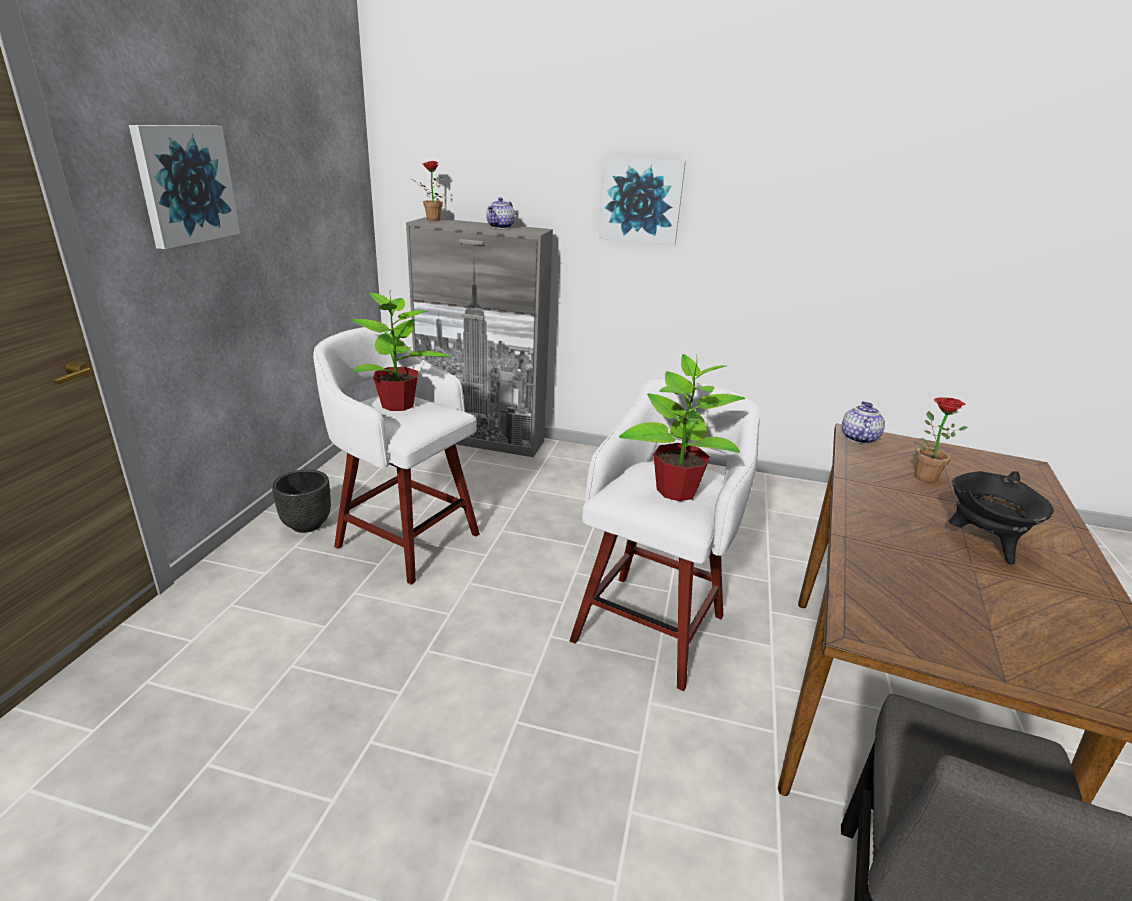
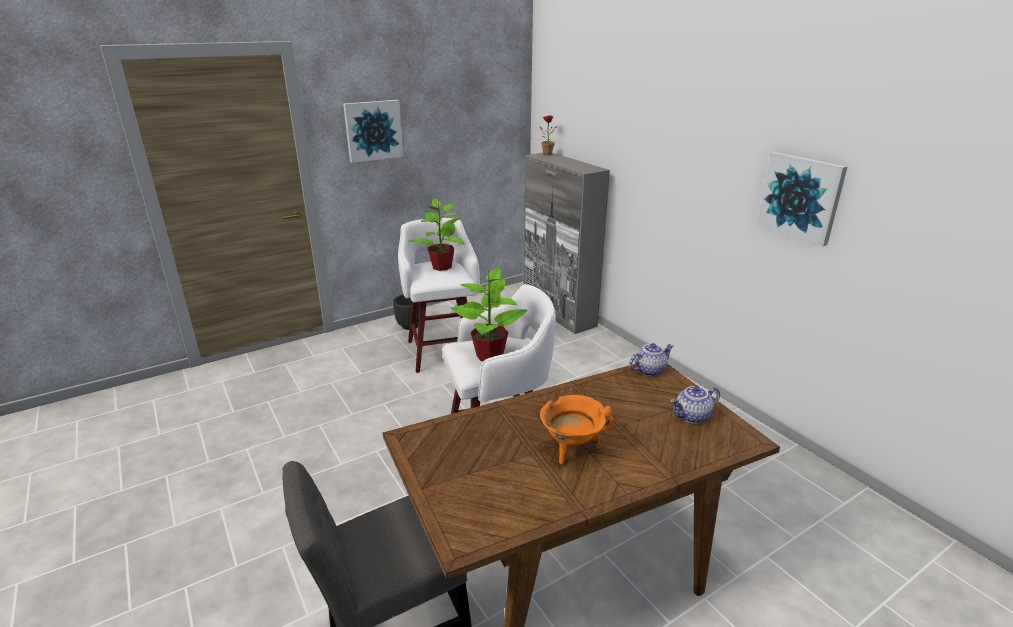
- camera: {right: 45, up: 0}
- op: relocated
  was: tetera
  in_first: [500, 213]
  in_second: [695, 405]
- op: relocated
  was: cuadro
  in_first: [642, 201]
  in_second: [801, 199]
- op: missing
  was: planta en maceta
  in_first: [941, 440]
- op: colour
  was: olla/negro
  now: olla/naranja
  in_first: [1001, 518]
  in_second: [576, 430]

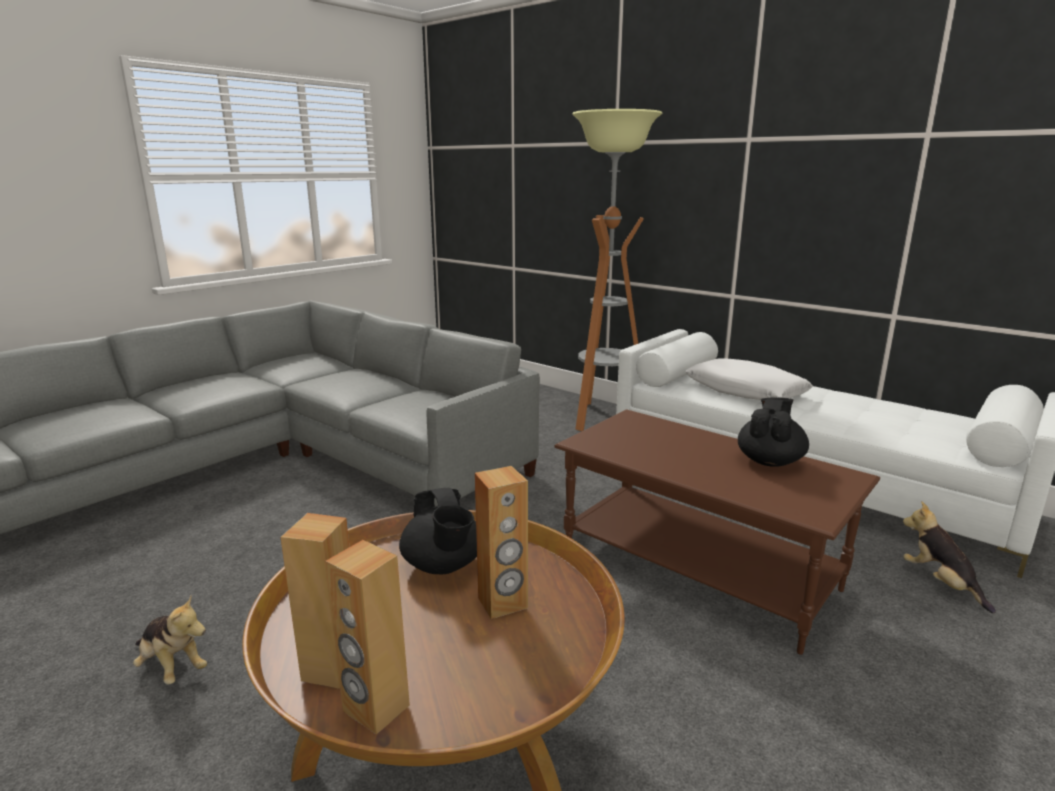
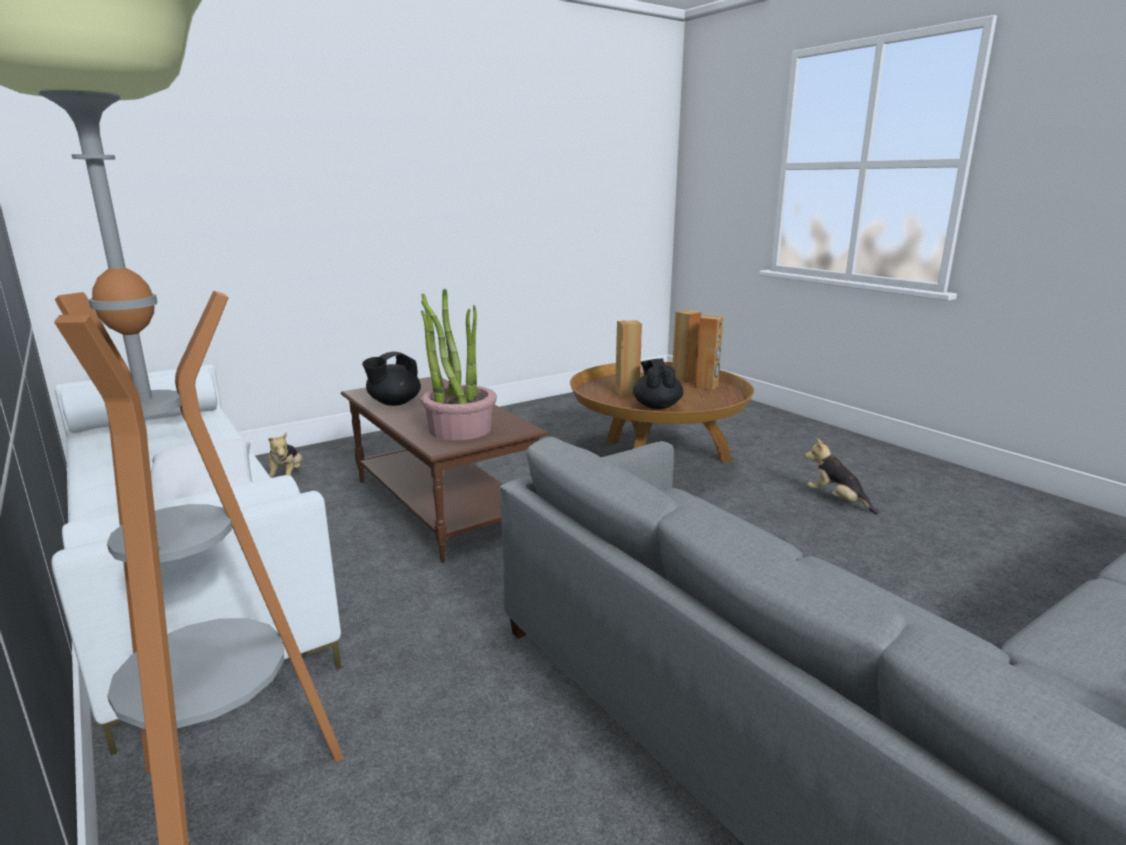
- camera: {right: -165, up: 0}
- op: appeared
  now: planta en maceta
  in_second: [459, 364]

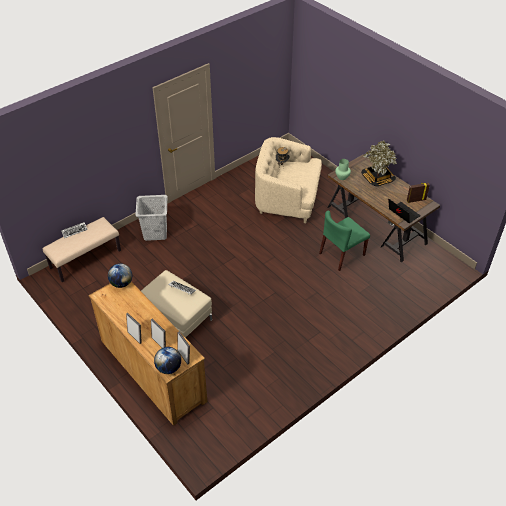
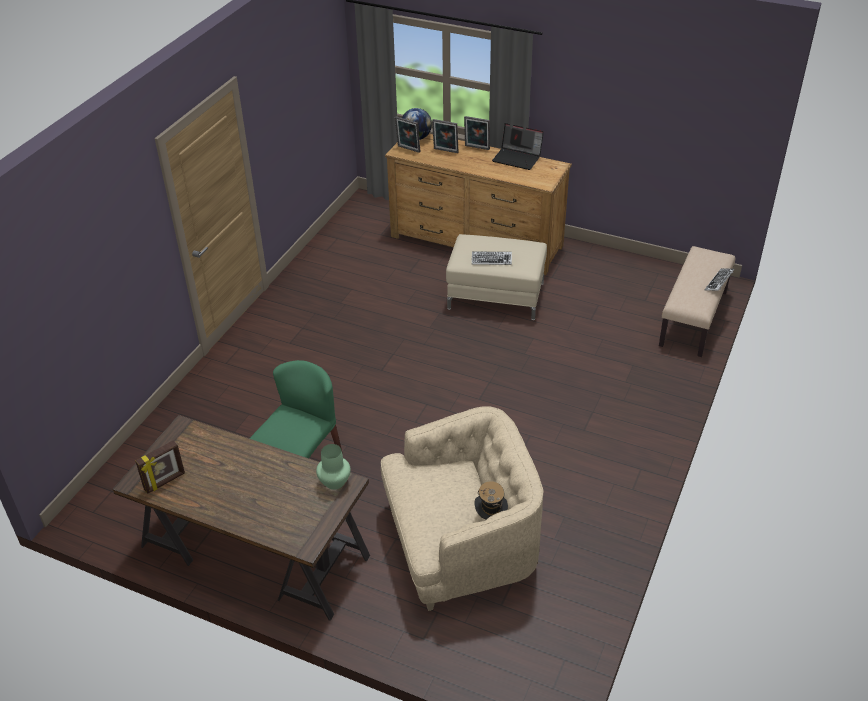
- camera: {right: 155, up: -5}
- op: missing
  was: globo terráqueo
  in_first: [120, 275]
- op: missing
  was: cesto de la ropa/gris
  in_first: [151, 218]
- op: missing
  was: planta en maceta
  in_first: [379, 163]
- op: relocated
  was: portátil
  in_first: [404, 210]
  in_second: [518, 146]

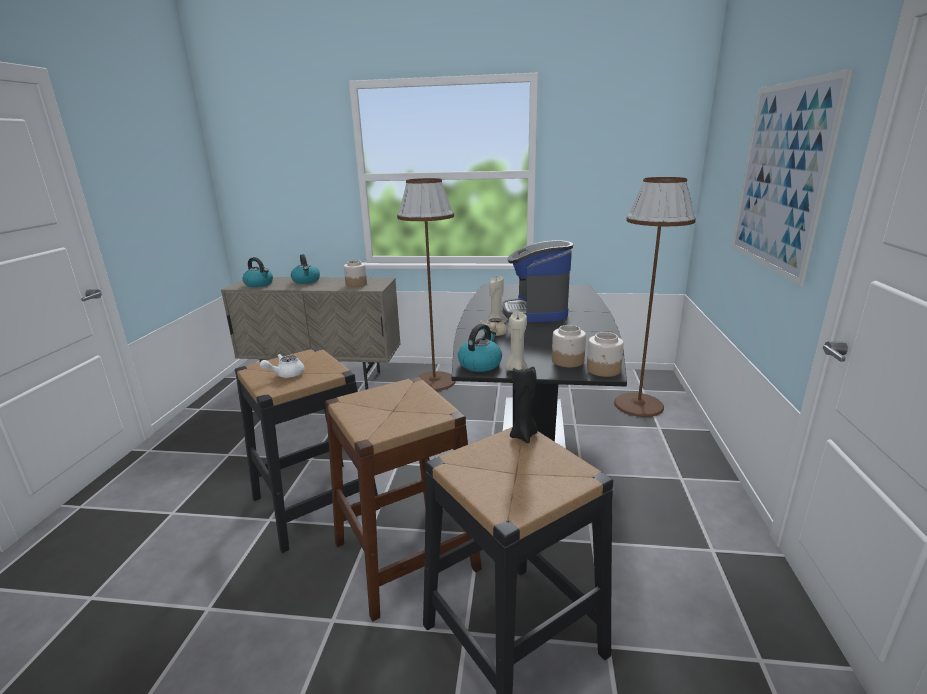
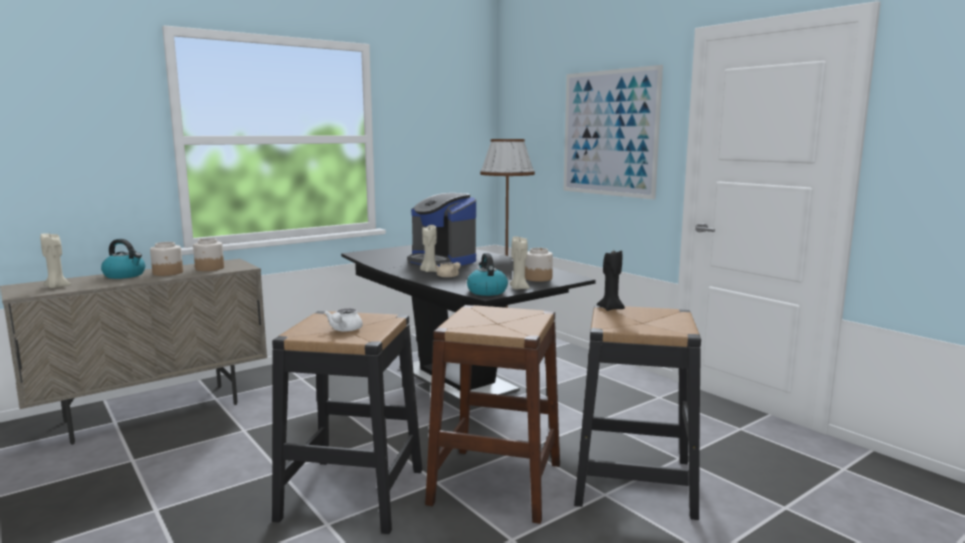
- camera: {right: -45, up: -10}
- op: exchanged
  was: hervidor
  now: vela/beis
  in_first: [258, 272]
  in_second: [55, 260]
- op: missing
  was: lámpara de pie/marrón
  in_first: [426, 284]
- op: relocated
  was: tarro
  in_first: [605, 354]
  in_second: [166, 259]

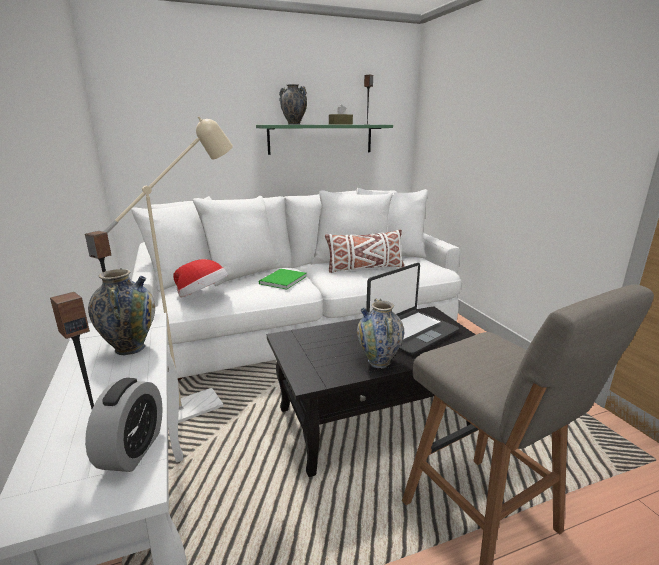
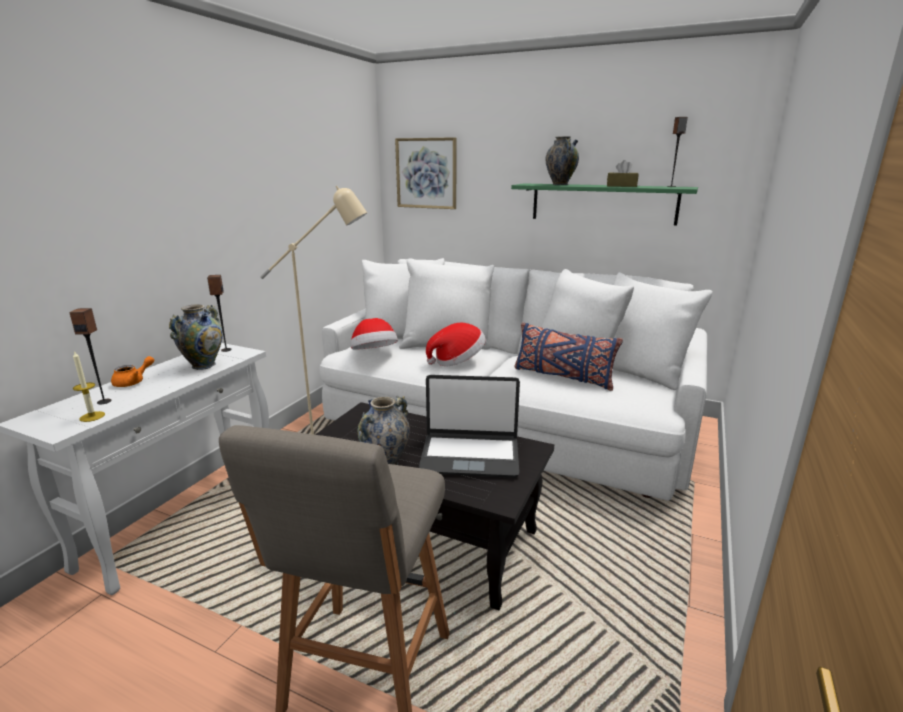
- camera: {right: 45, up: 0}
- op: exchanged
  was: despertador
  now: vela
  in_first: [124, 425]
  in_second: [89, 386]
- op: exchanged
  was: libro/verde
  now: sombrero
  in_first: [283, 279]
  in_second: [456, 344]
- op: colour
  was: cojín/blanco
  now: cojín/azul
  in_first: [364, 251]
  in_second: [568, 357]
- op: appeared
  now: tetera/naranja
  in_second: [132, 371]
- op: appeared
  now: cuadro
  in_second: [426, 173]

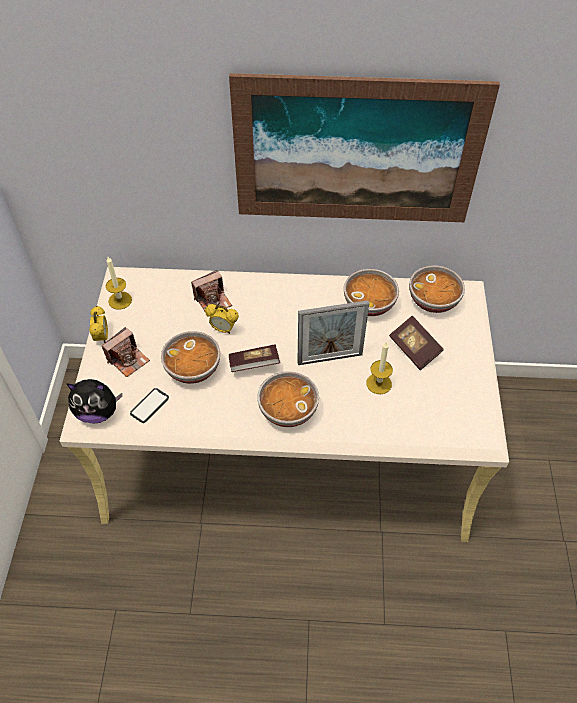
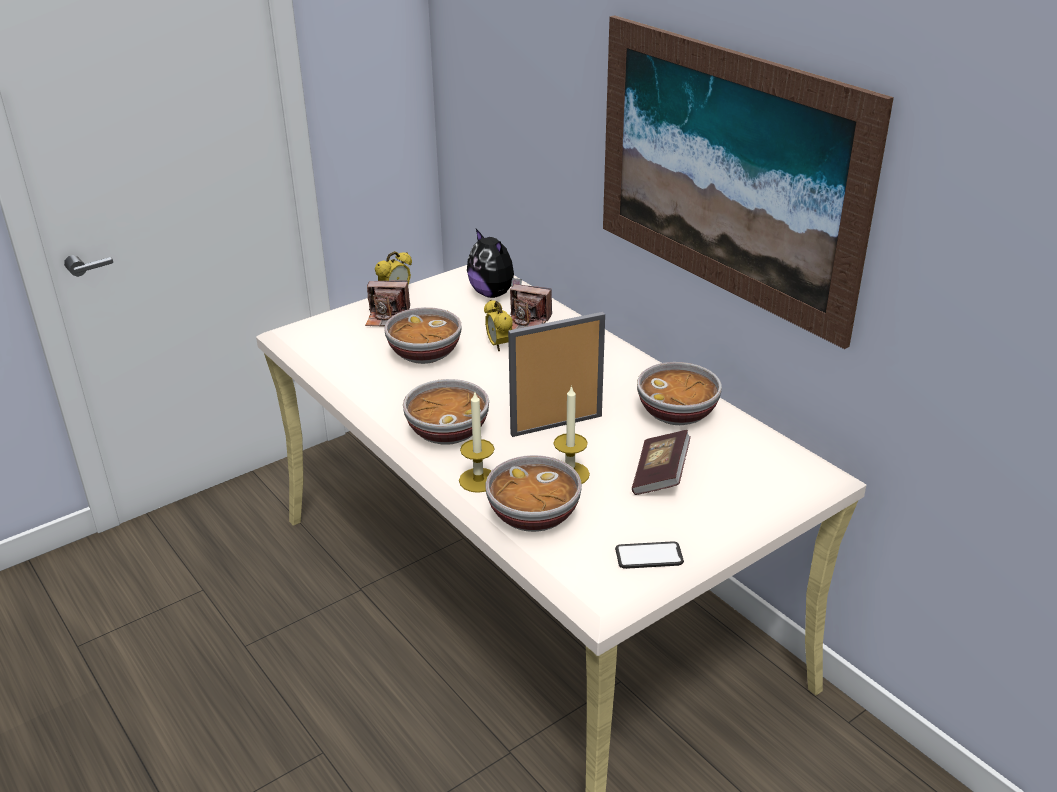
- camera: {right: 50, up: -20}
- op: relocated
  was: peluche
  in_first: [94, 401]
  in_second: [494, 263]
- op: relocated
  was: vela
  in_first: [119, 283]
  in_second: [476, 443]
- op: relocated
  was: móvil
  in_first: [149, 405]
  in_second: [649, 555]
- op: missing
  was: libro
  in_first: [254, 358]
- op: spun
  was: portarretratos
  in_first: [333, 332]
  in_second: [556, 374]
  clockwise: 120
- op: relocated
  was: cuenco
  in_first: [437, 289]
  in_second: [534, 493]

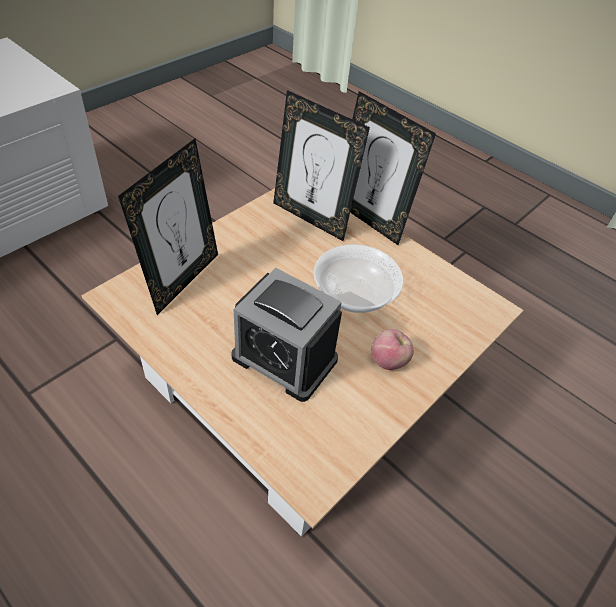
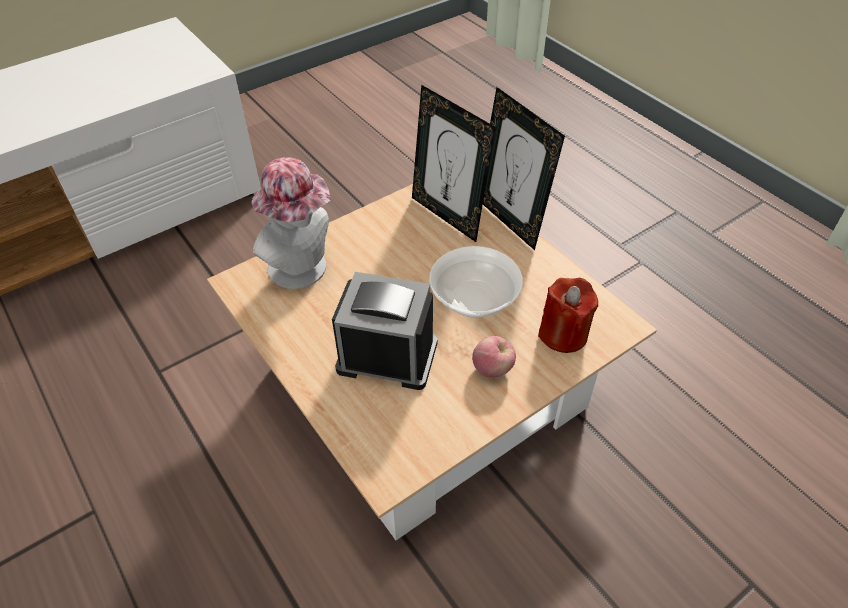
- camera: {right: 15, up: 0}
- op: exchanged
  was: portarretratos
  now: sombrero
  in_first: [168, 227]
  in_second: [291, 223]
- op: spun
  was: despertador
  in_first: [287, 335]
  in_second: [384, 331]
  clockwise: 150
- op: appeared
  now: vela/rojo
  in_second: [568, 315]

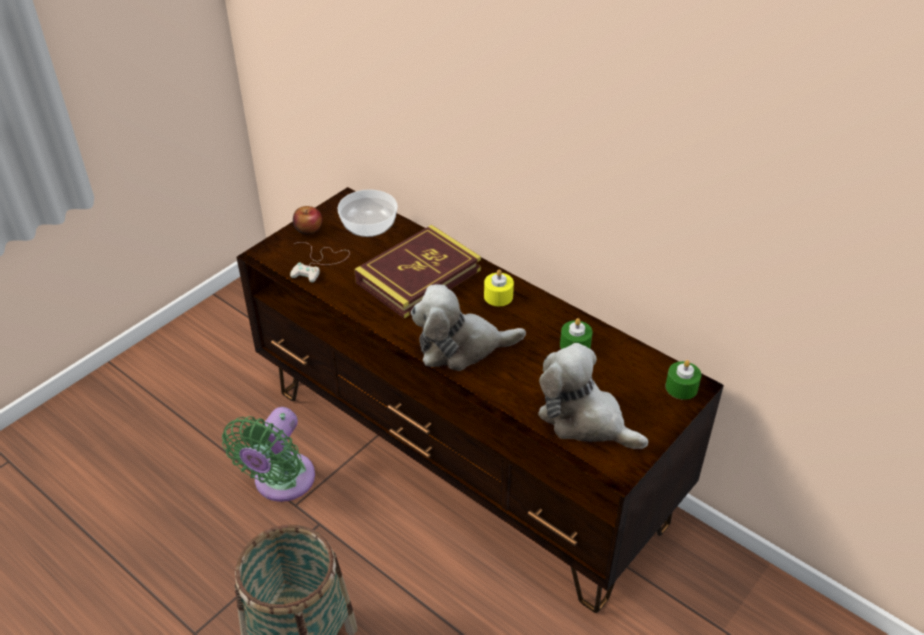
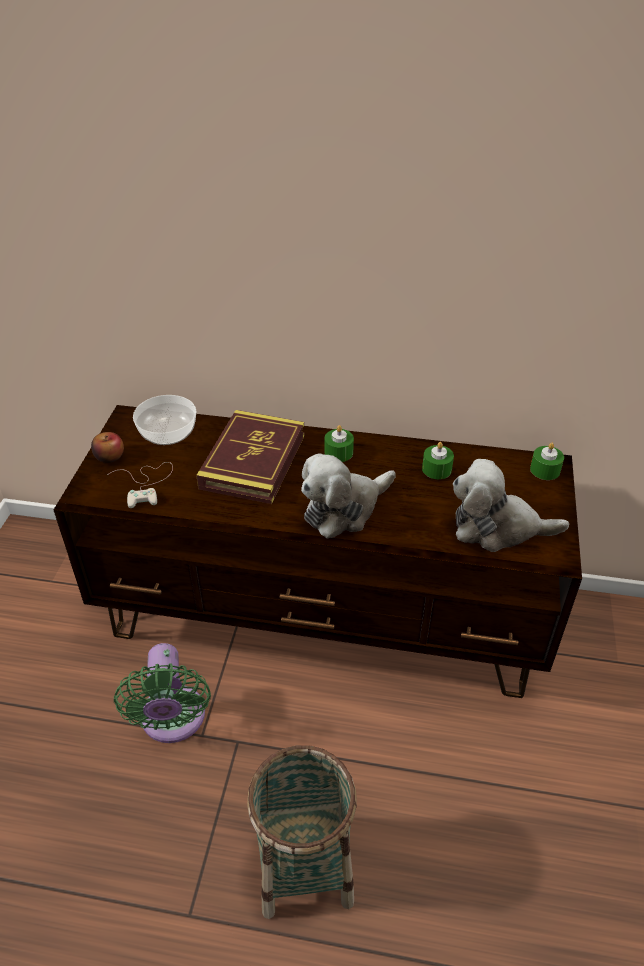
- camera: {right: -30, up: 0}
- op: colour
  was: vela/amarillo
  now: vela/verde
  in_first: [499, 287]
  in_second: [339, 443]

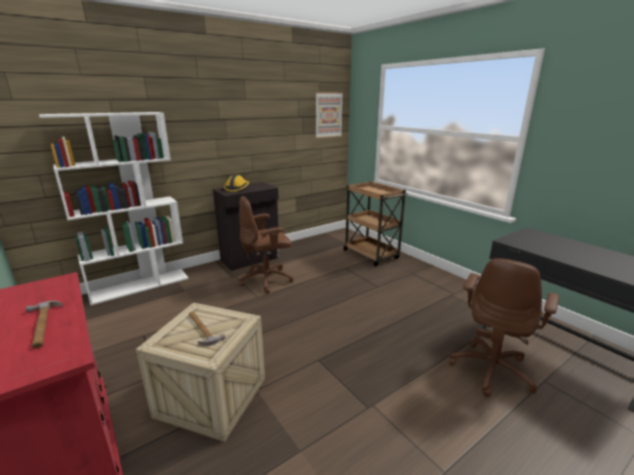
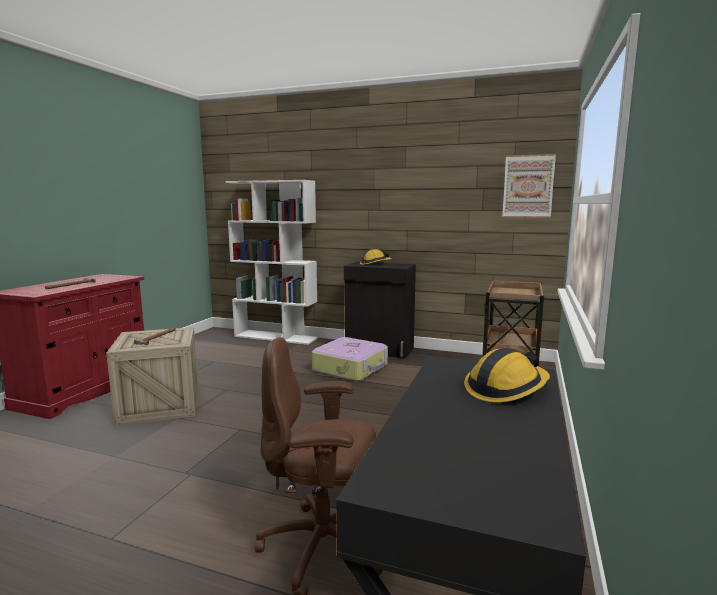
- camera: {right: 55, up: -10}
- op: exchanged
  was: silla de oficina/marrón
  now: maleta
  in_first: [266, 244]
  in_second: [350, 359]
- op: appeared
  now: casco
  in_second: [507, 375]

